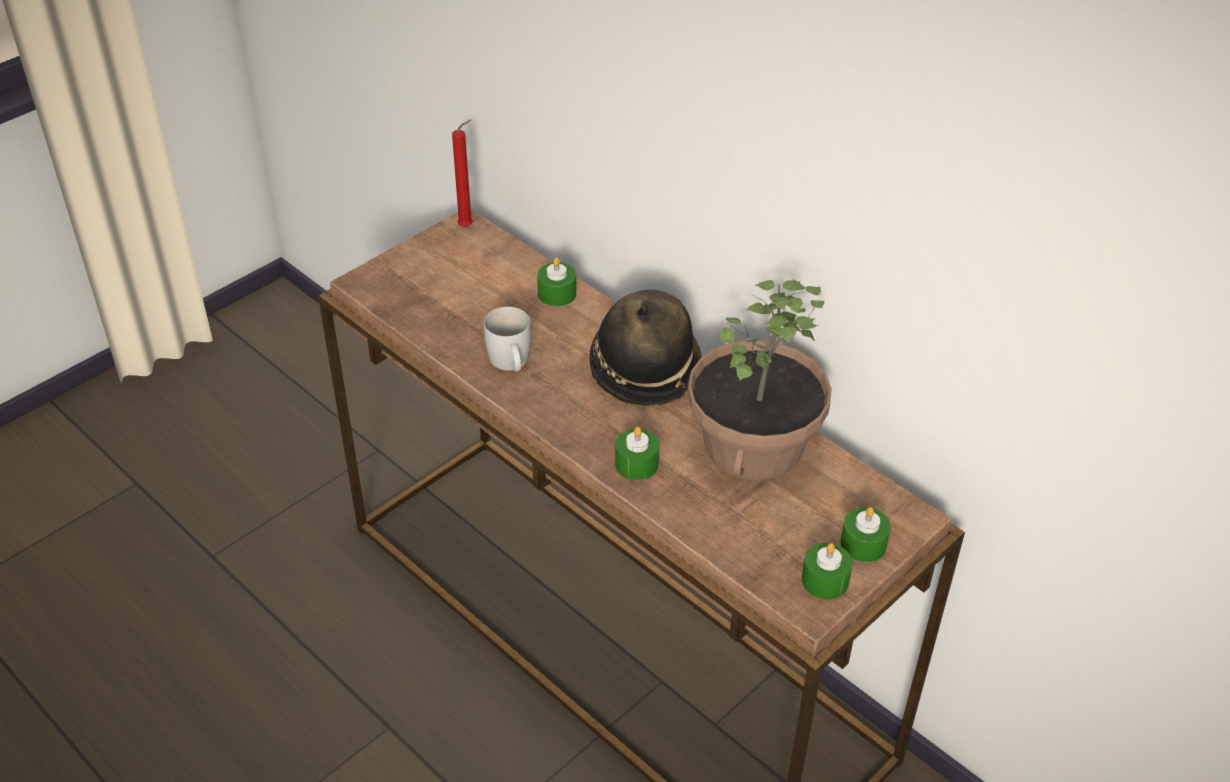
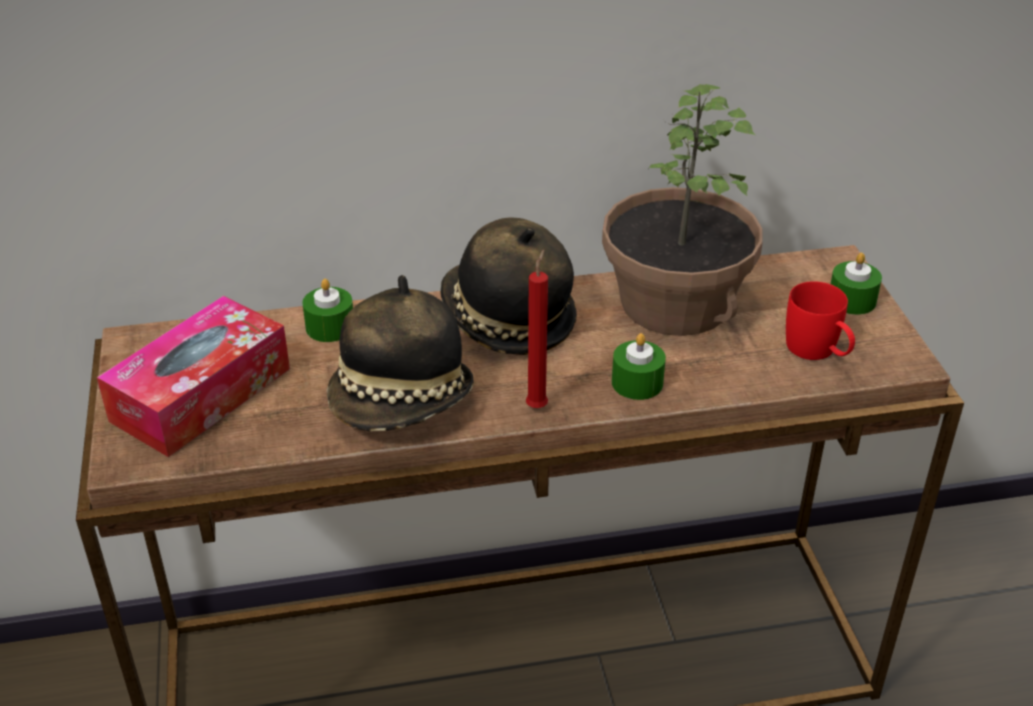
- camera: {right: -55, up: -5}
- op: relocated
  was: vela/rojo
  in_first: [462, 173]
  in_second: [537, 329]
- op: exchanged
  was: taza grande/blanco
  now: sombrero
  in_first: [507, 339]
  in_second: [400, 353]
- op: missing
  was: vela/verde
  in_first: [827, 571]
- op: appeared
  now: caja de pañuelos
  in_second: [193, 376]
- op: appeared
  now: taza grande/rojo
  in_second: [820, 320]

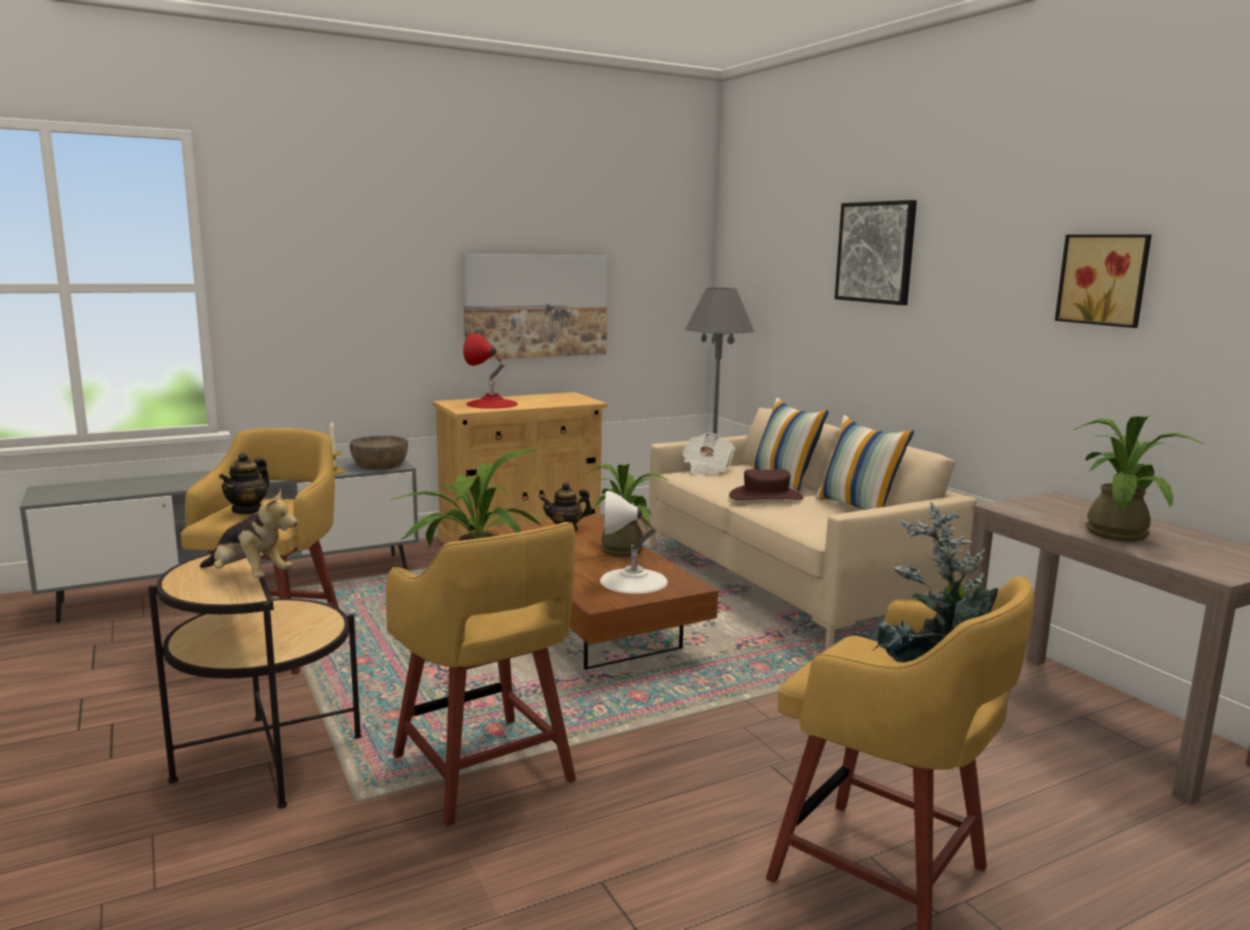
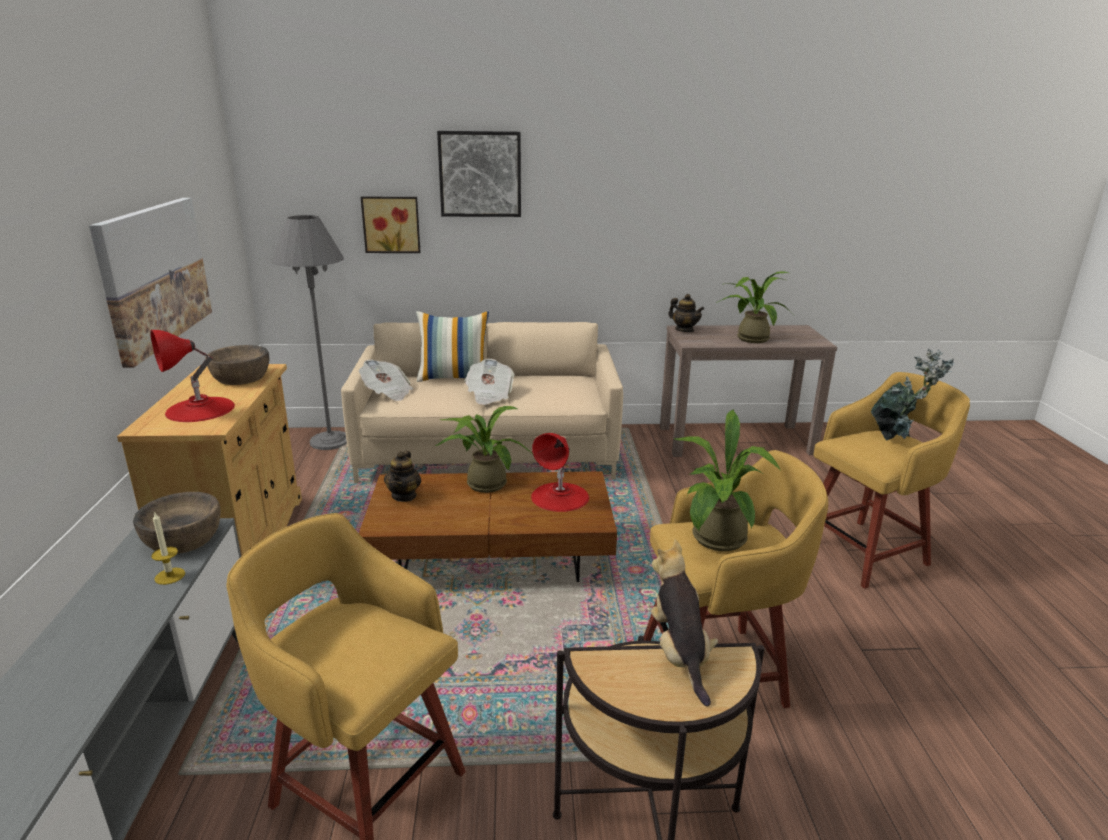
- camera: {right: -65, up: 10}
- op: spun
  was: peluche
  in_first: [249, 533]
  in_second: [684, 623]
  clockwise: -60
- op: relocated
  was: tetera
  in_first: [244, 483]
  in_second: [686, 313]
- op: colour
  was: lámpara de mesa/blanco
  now: lámpara de mesa/rojo
  in_first: [634, 542]
  in_second: [560, 472]
- op: exchanged
  was: sombrero/marrón
  now: periódico
  in_first: [766, 484]
  in_second: [490, 382]
- op: missing
  was: cojín
  in_first: [864, 462]
- op: relocated
  was: cuadro
  in_first: [1103, 281]
  in_second: [391, 225]
- op: appeared
  now: cuenco/marrón
  in_second: [237, 365]

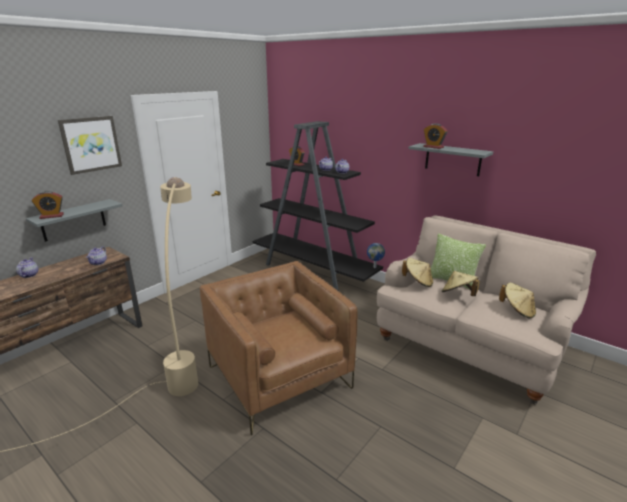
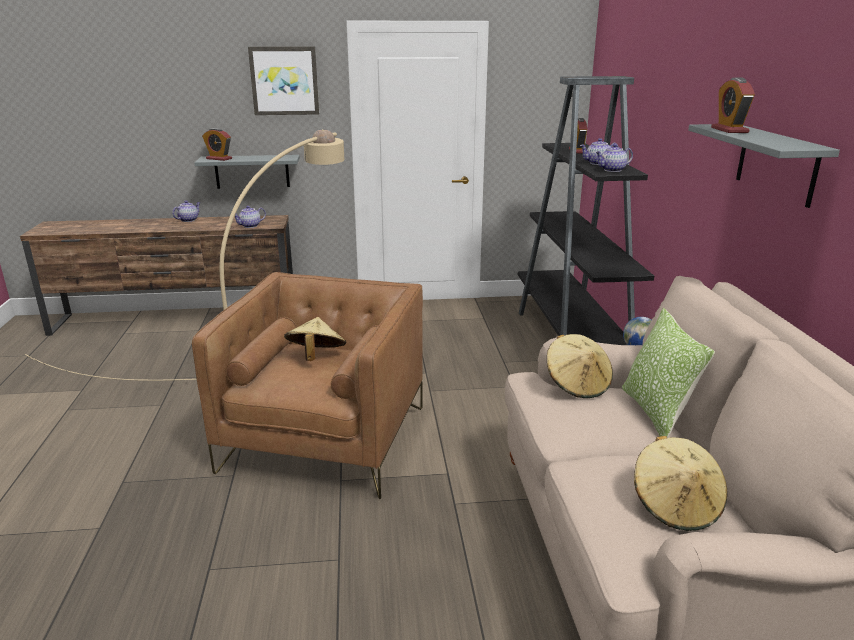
- camera: {right: 45, up: 0}
- op: relocated
  was: sombrero/beis
  in_first: [461, 283]
  in_second: [315, 339]

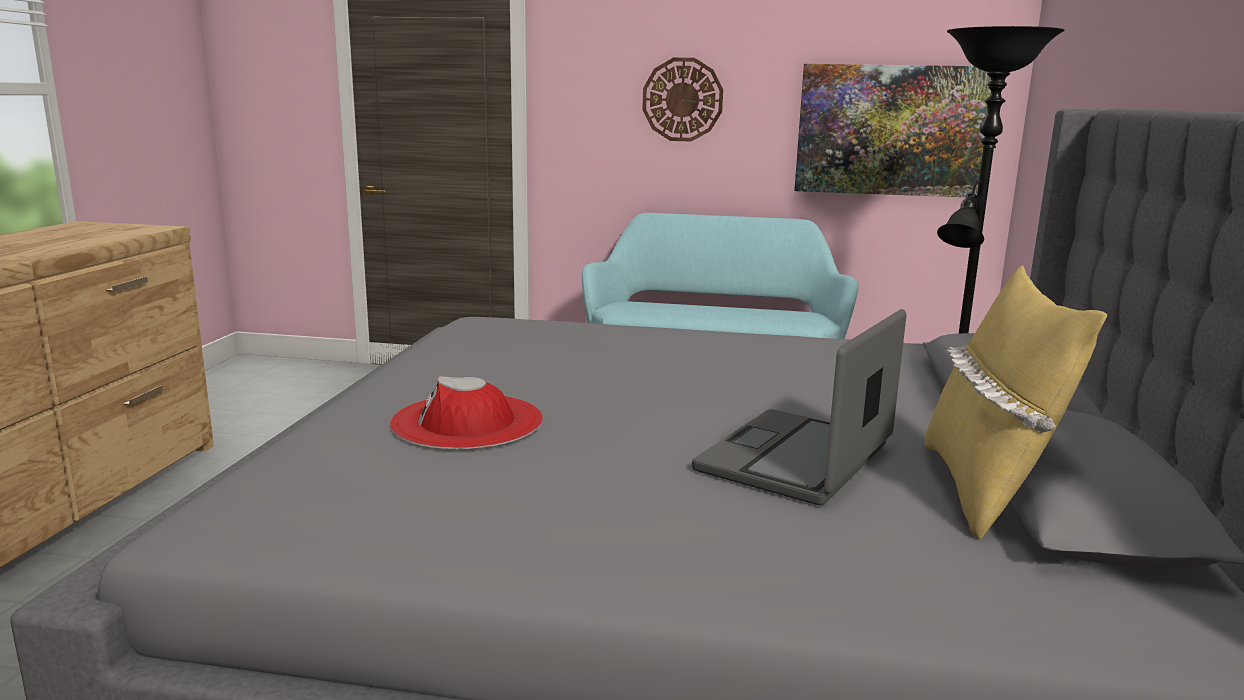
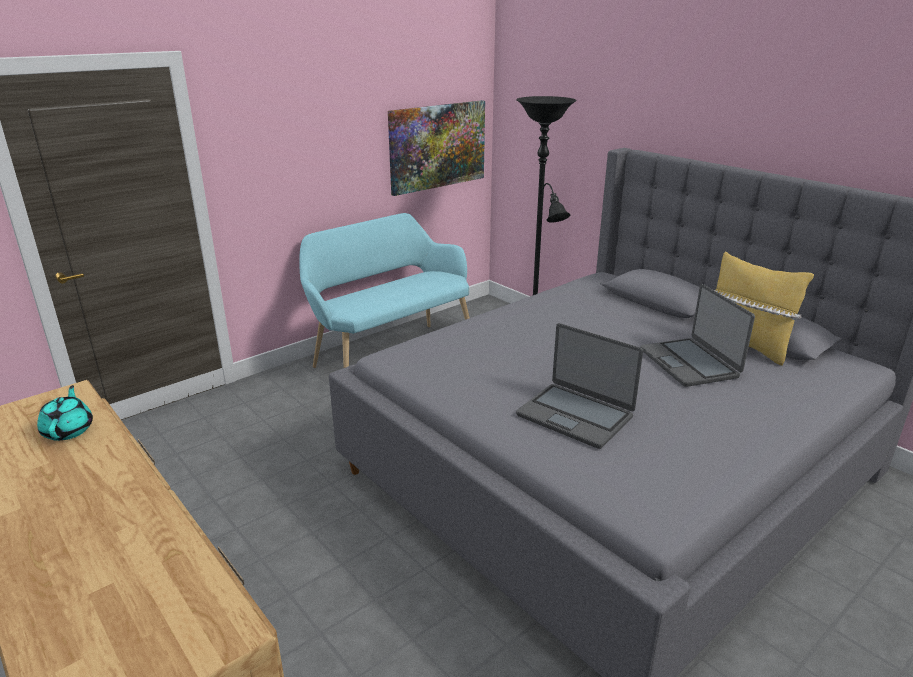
- camera: {right: -50, up: 10}
- op: exchanged
  was: sombrero/rojo
  now: portátil
  in_first: [466, 412]
  in_second: [579, 386]
- op: missing
  was: reloj de pared
  in_first: [682, 100]
- op: appeared
  now: tetera/turquesa
  in_second: [65, 413]

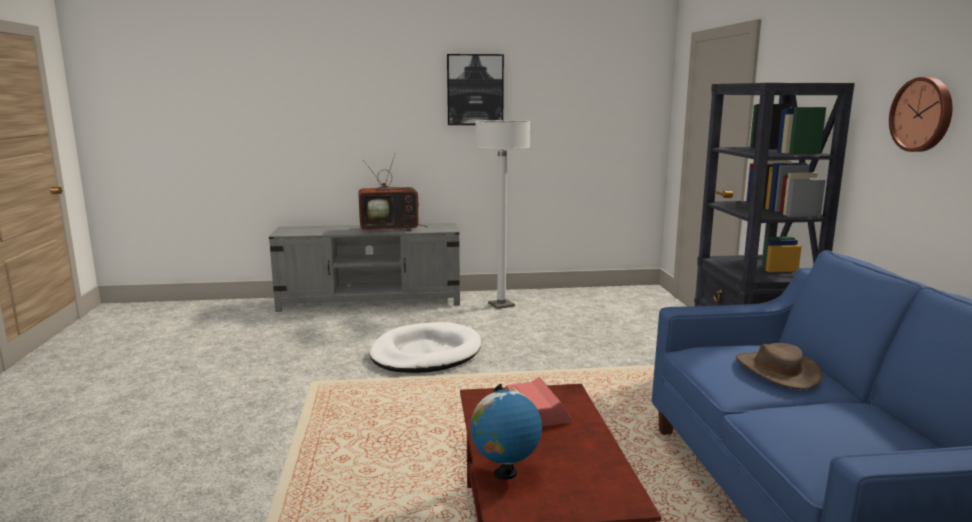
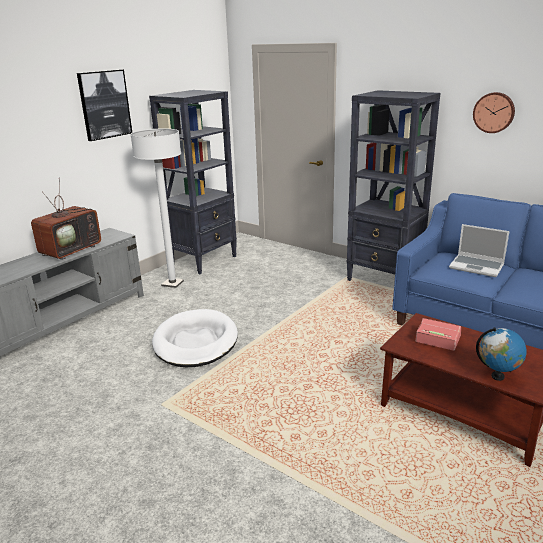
- camera: {right: -45, up: 10}
- op: exchanged
  was: sombrero/marrón
  now: portátil
  in_first: [779, 366]
  in_second: [479, 250]
- op: appeared
  now: estantería/negro
  in_second: [193, 182]

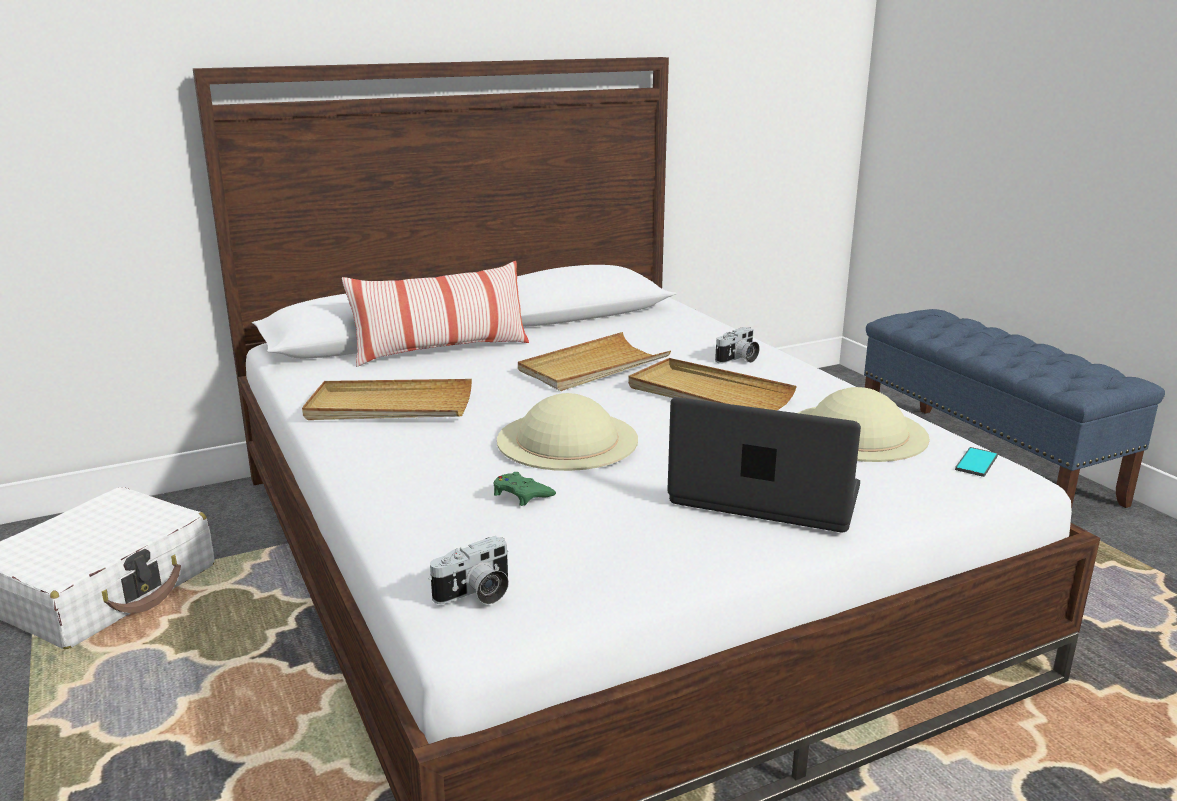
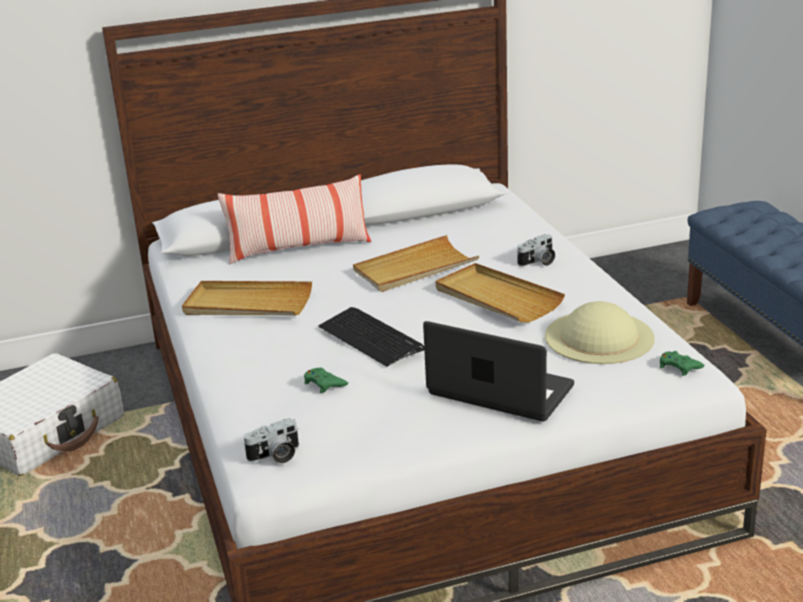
- camera: {right: 10, up: 5}
- op: exchanged
  was: sombrero/beis
  now: teclado
  in_first: [567, 432]
  in_second: [371, 337]
- op: exchanged
  was: móvil
  now: mando de consola/verde
  in_first: [976, 462]
  in_second: [682, 363]

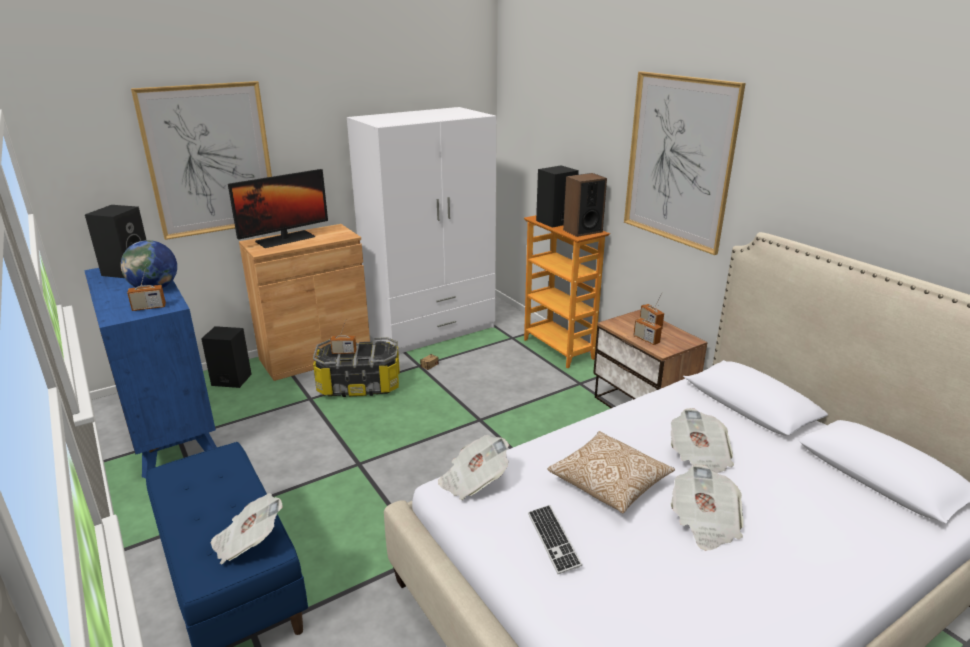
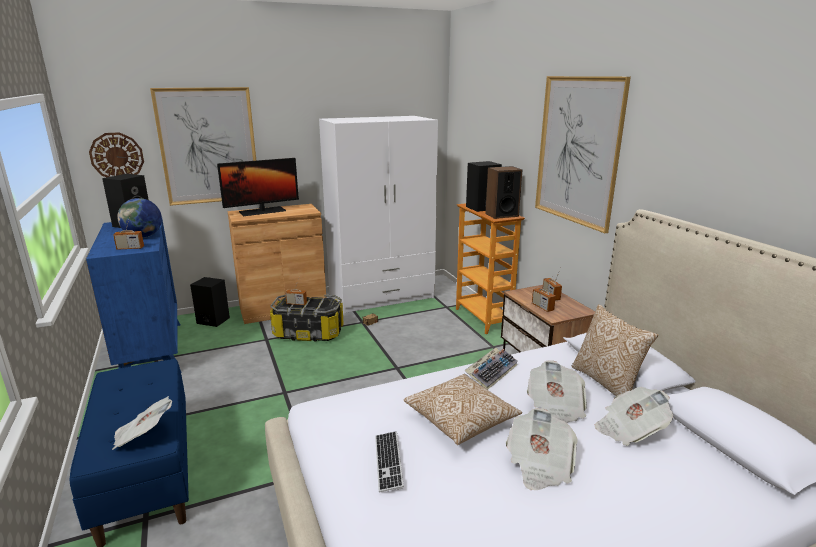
- camera: {right: 10, up: -5}
- op: relocated
  was: periódico
  in_first: [473, 467]
  in_second: [634, 416]
- op: appeared
  now: reloj de pared
  in_second: [116, 154]
- op: appeared
  now: teclado
  in_second: [491, 369]
- op: appeared
  now: cojín
  in_second: [615, 350]

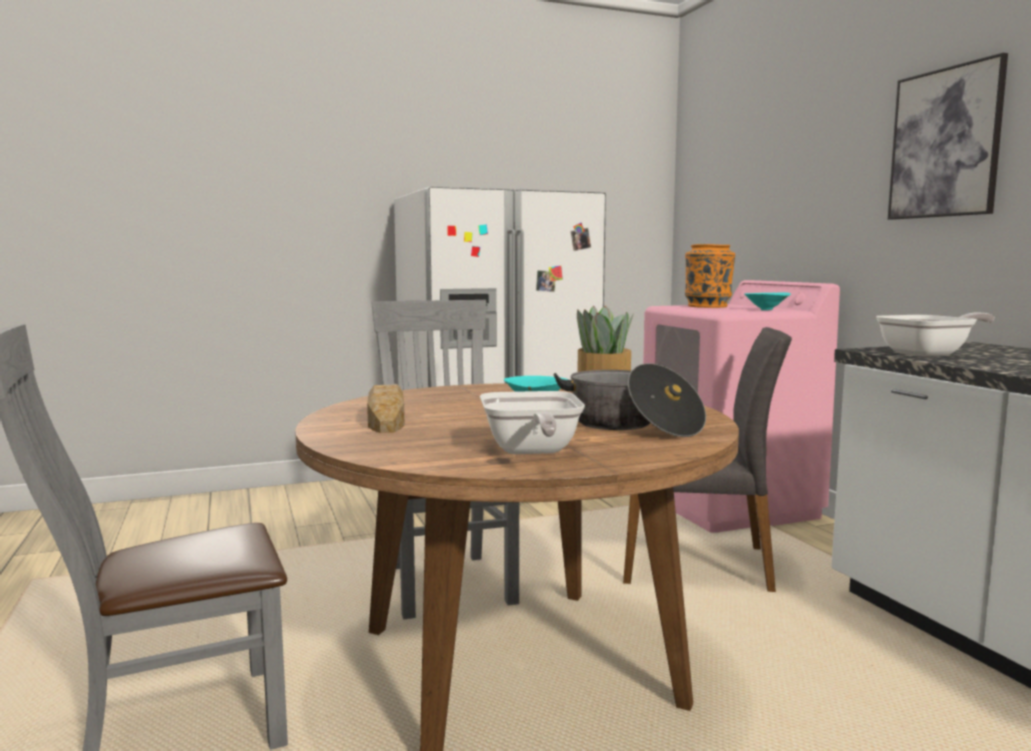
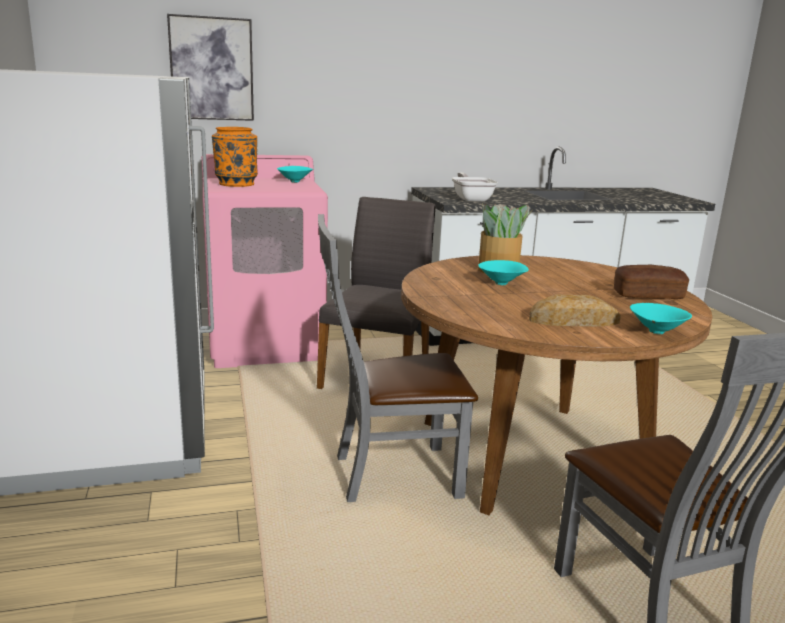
- camera: {right: -85, up: 10}
- op: exchanged
  was: sartén
  now: pan
  in_first: [532, 422]
  in_second: [651, 281]
- op: missing
  was: olla
  in_first: [629, 400]
- op: relocated
  was: cuadro
  in_first: [948, 136]
  in_second: [210, 67]
- op: appeared
  now: cuenco/turquesa
  in_second: [661, 318]

